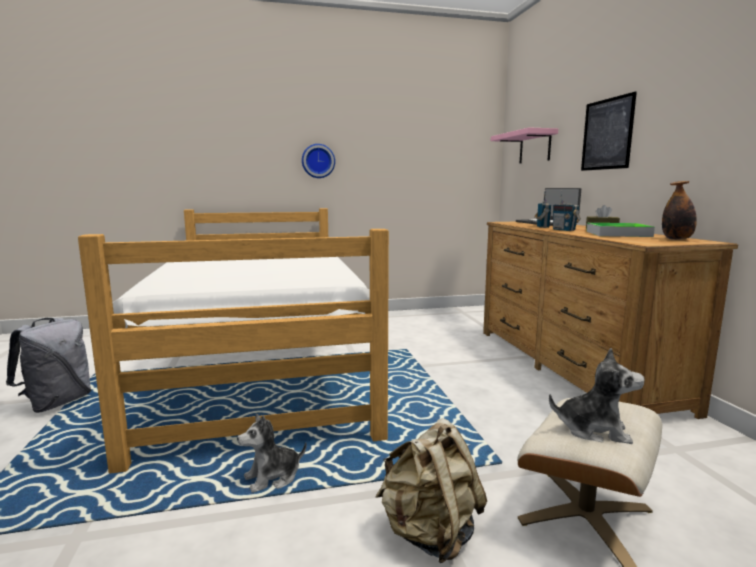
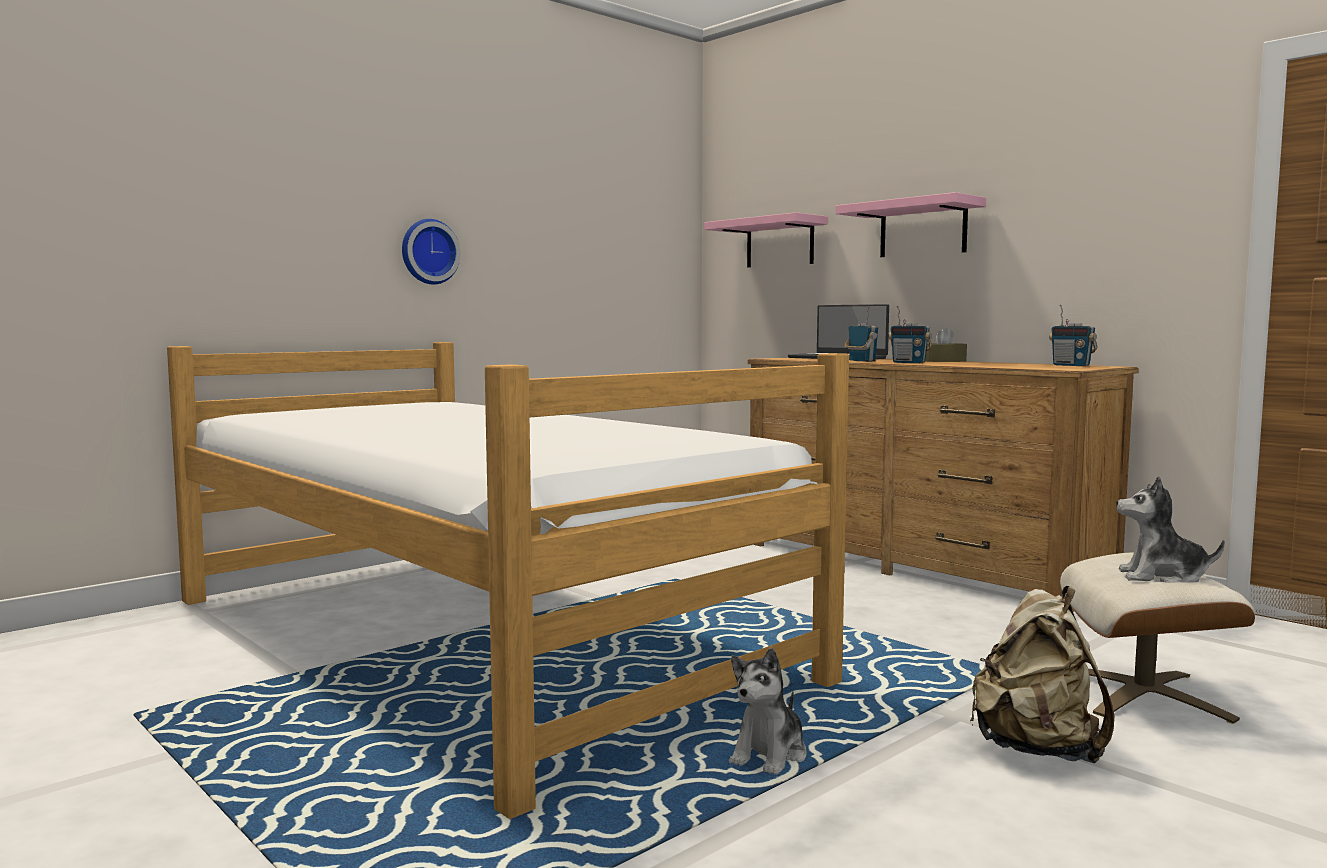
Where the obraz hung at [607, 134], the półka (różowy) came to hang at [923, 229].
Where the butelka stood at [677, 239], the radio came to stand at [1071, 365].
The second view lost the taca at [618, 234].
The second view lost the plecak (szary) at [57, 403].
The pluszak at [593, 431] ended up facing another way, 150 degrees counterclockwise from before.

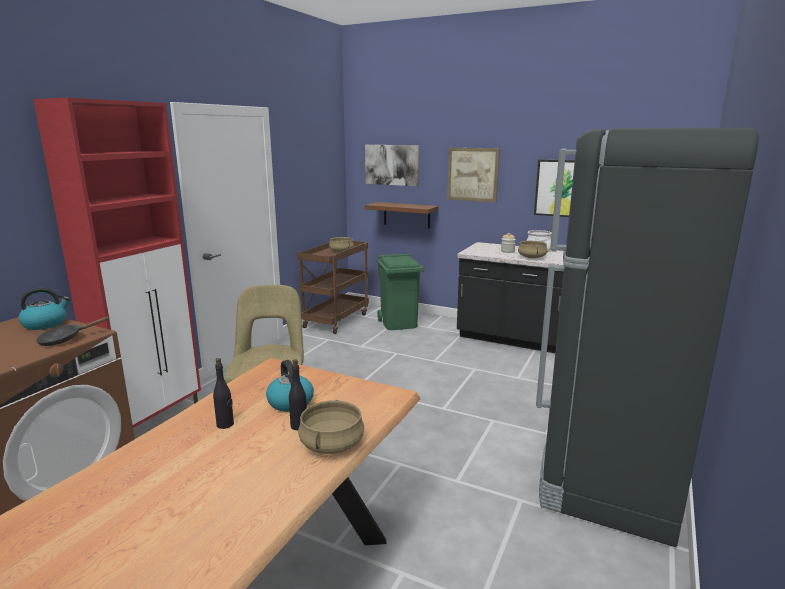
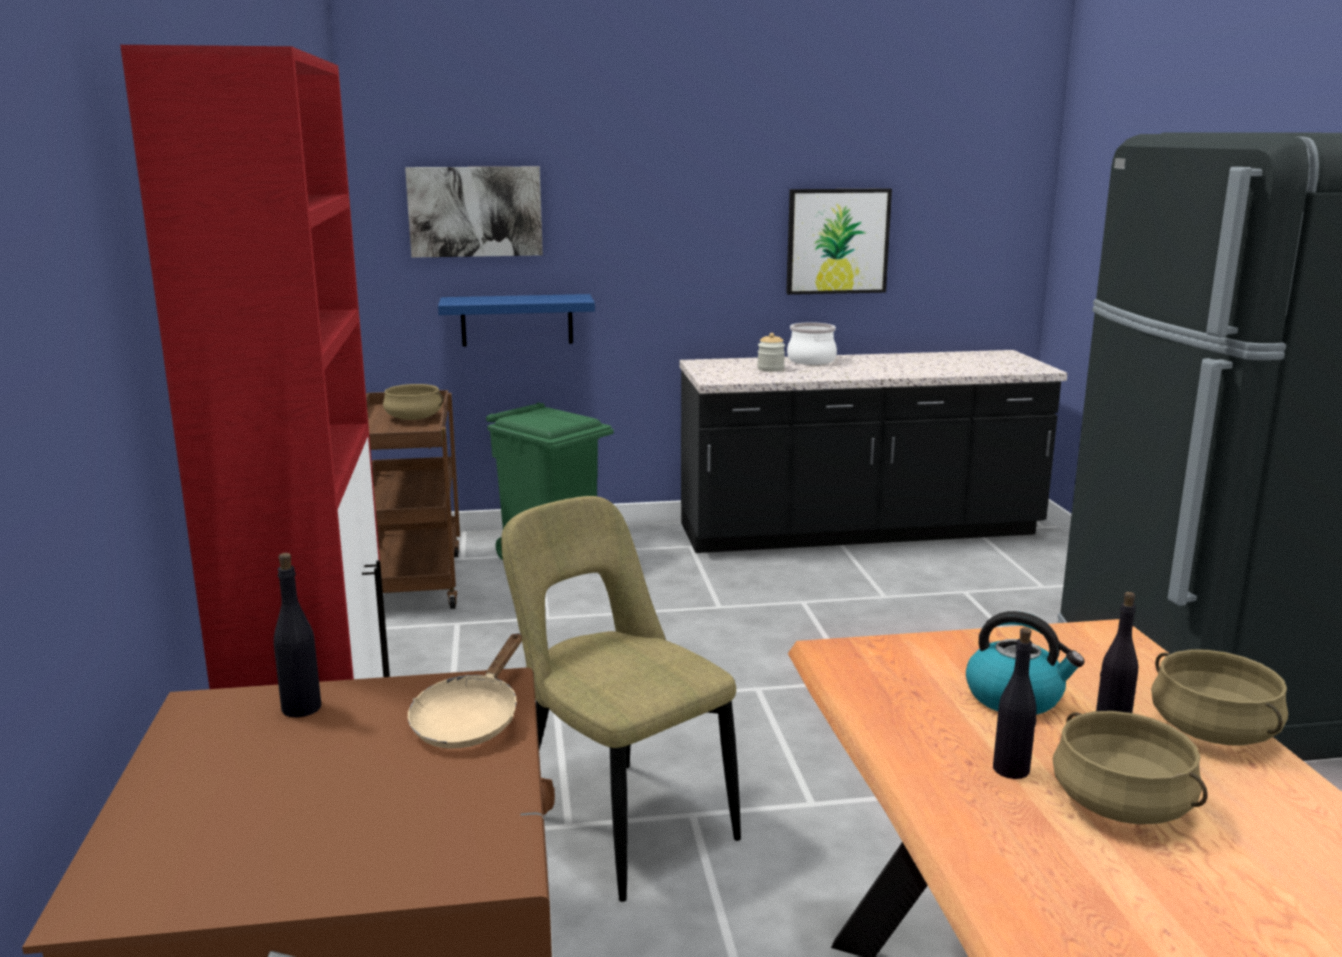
The second view lost the obraz at [472, 174].
What was the półka (brązowy) at [406, 215] turned into the półka (niebieski) at [517, 320].
The garnek (beżowy) ended up elsewhere, having gone from [532, 257] to [1122, 804].
Where the czajnik stood at [45, 324], the butelka (czarny) came to stand at [302, 708].
What was the patelnia (czarny) at [65, 339] turned into the patelnia (beżowy) at [470, 720].

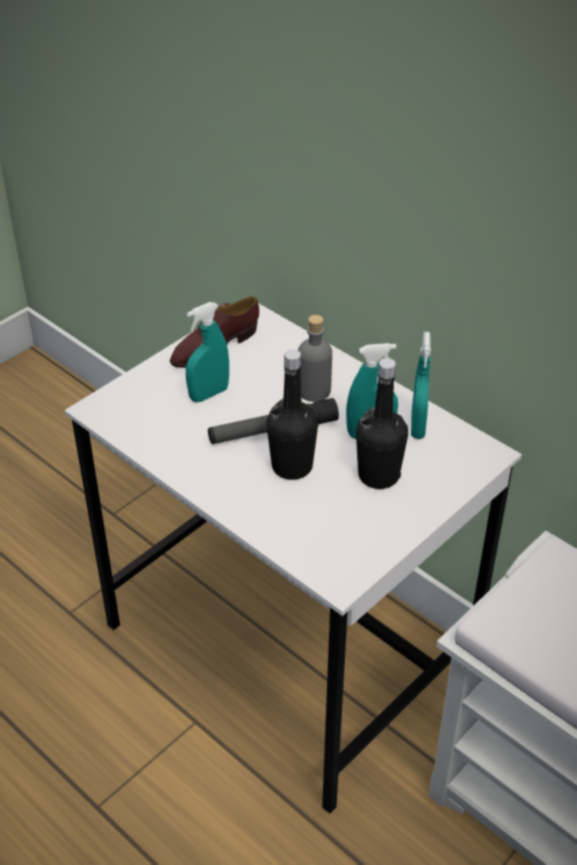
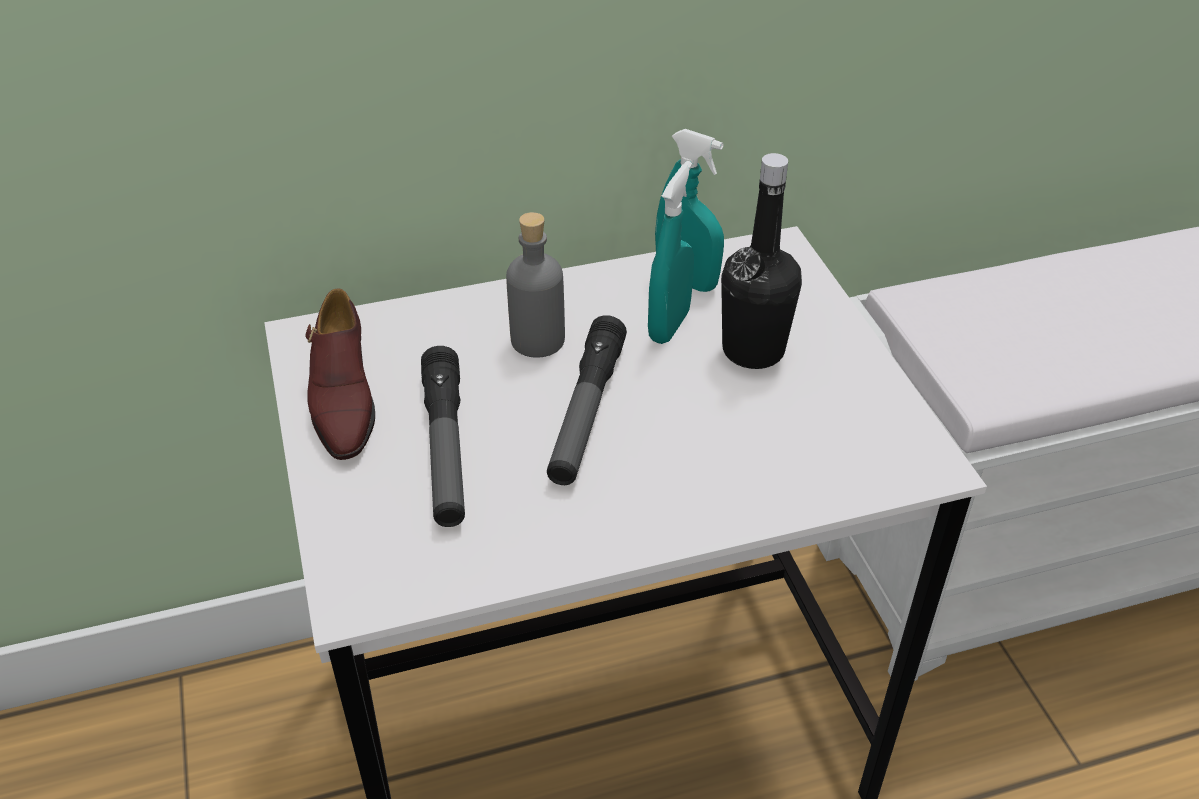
Where the spryskiwacz (turkusowy) stood at [209, 394], the latarka came to stand at [445, 447].
The second view lost the butelka (czarny) at [292, 466].

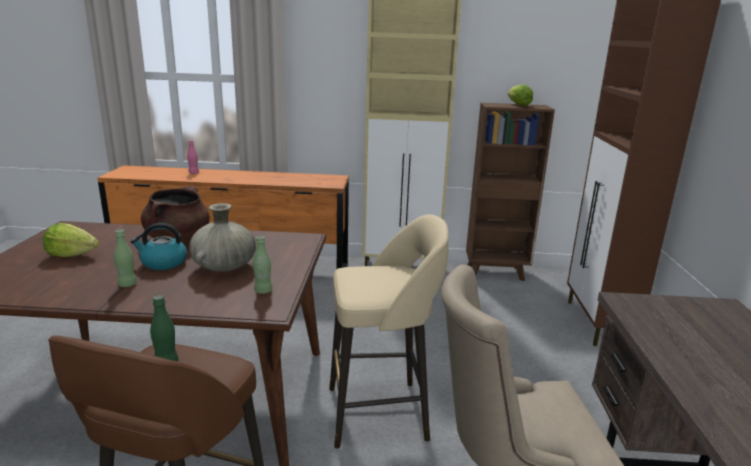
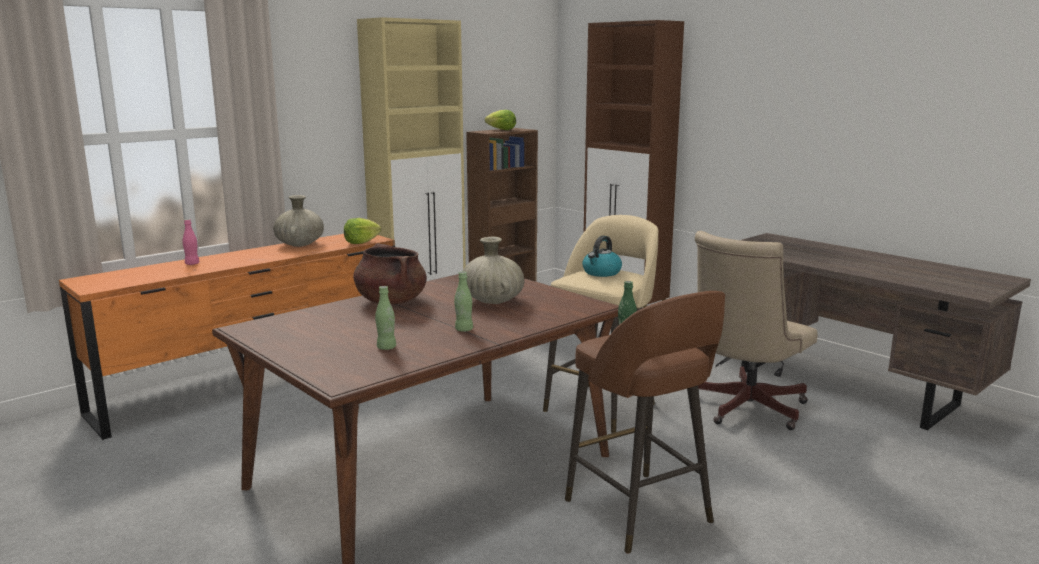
The sałata ended up elsewhere, having gone from [72, 255] to [361, 242].
The czajnik ended up elsewhere, having gone from [163, 263] to [601, 273].
The butelka (zielony) ended up elsewhere, having gone from [263, 291] to [386, 348].
The second view gained the wazon (beżowy) at [300, 244].

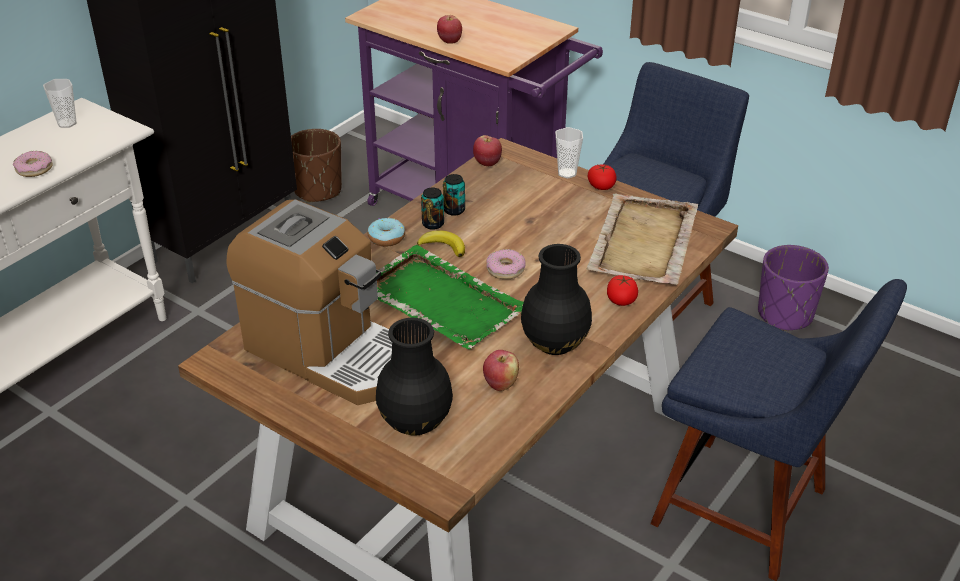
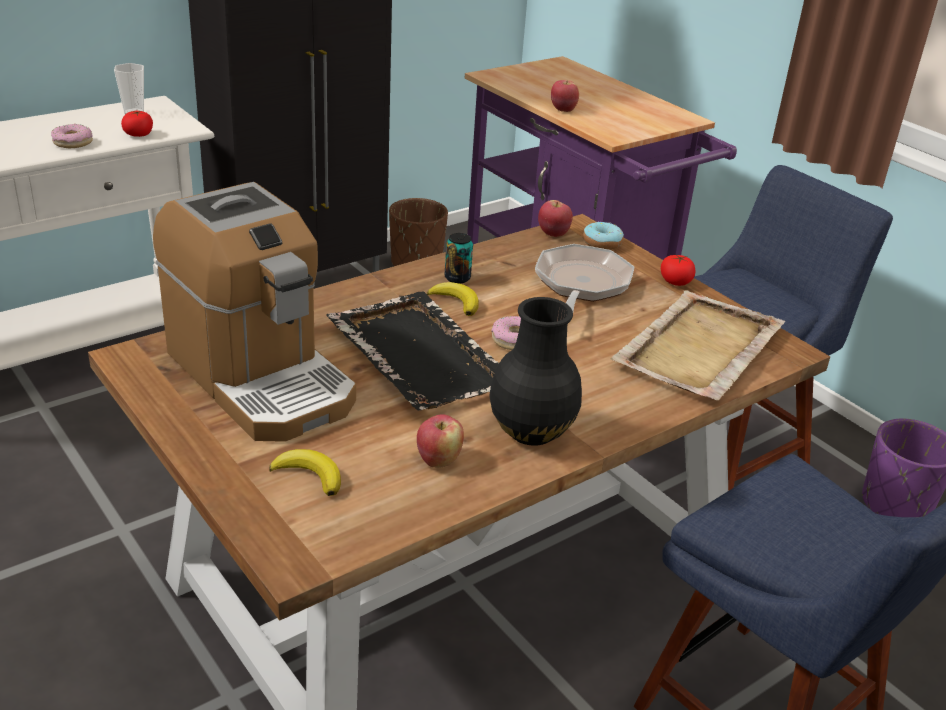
The second view lost the filiżanka at [567, 173].
The second view lost the puszka at [454, 210].
The donut ended up elsewhere, having gone from [386, 238] to [602, 243].
What was the taca (zielony) at [440, 300] turned into the taca (czarny) at [419, 354].
The pomidor ended up elsewhere, having gone from [621, 300] to [138, 134].
Where the wazon (czarny) stood at [414, 421], the banan came to stand at [309, 475].
The second view gained the patelnia at [581, 286].

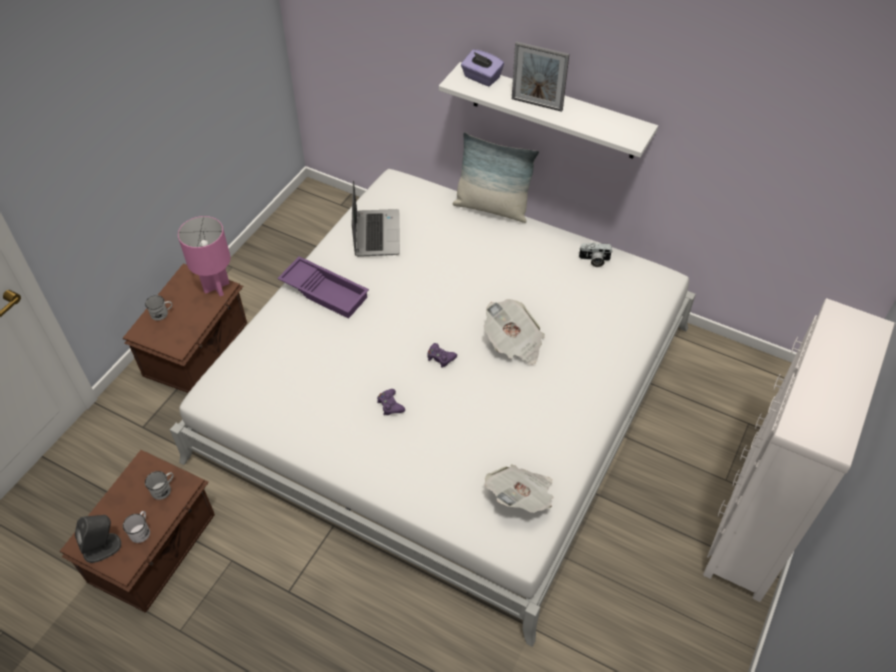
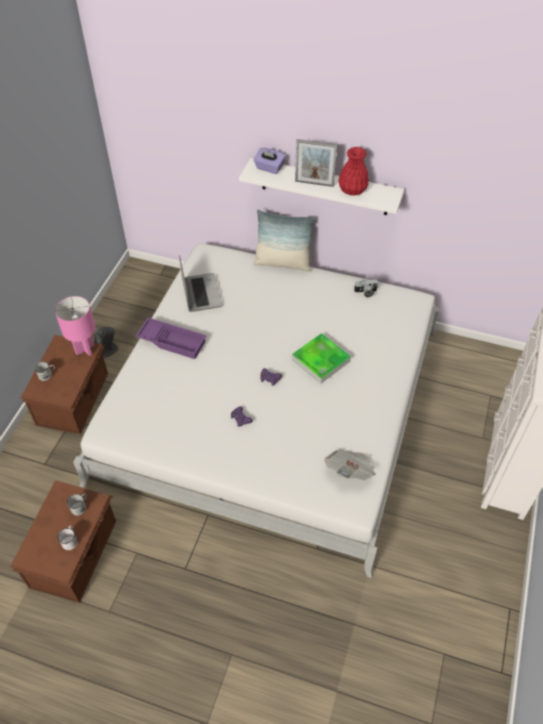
Where the gazeta stood at [514, 343], the taca came to stand at [321, 360].
The głośnik (szary) ended up elsewhere, having gone from [102, 547] to [108, 350].
The second view gained the wazon (czerwony) at [352, 190].

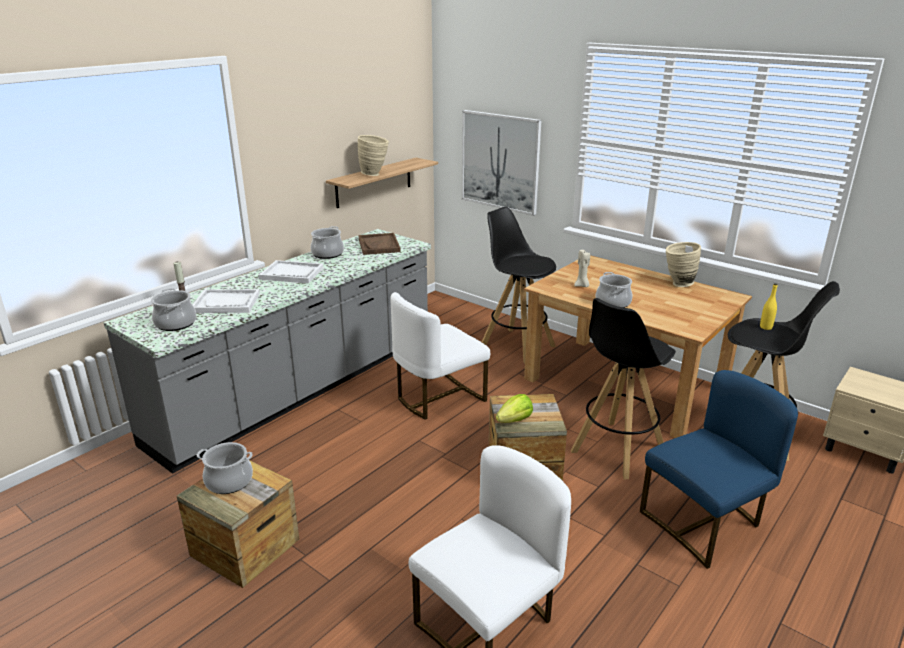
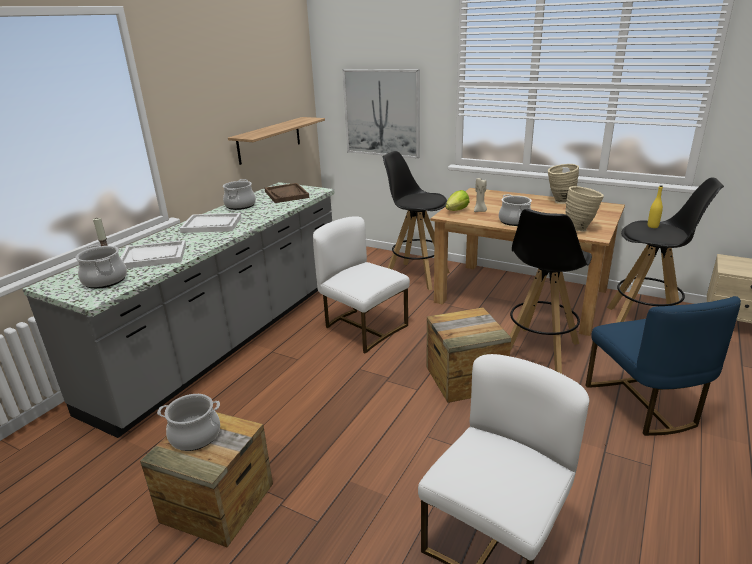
The wazon (beżowy) ended up elsewhere, having gone from [375, 174] to [580, 229].
The krzesło (biały) at [438, 397] ended up facing another way, 90 degrees clockwise from before.
The krzesło (niebieski) at [704, 523] ended up facing another way, 120 degrees clockwise from before.
The sałata ended up elsewhere, having gone from [515, 420] to [457, 210].

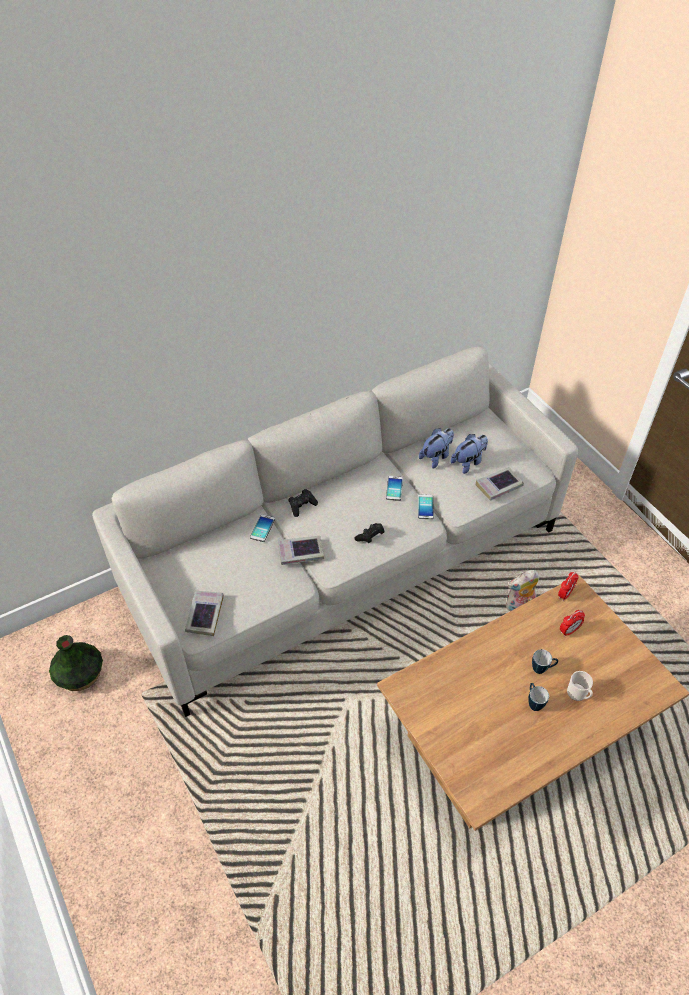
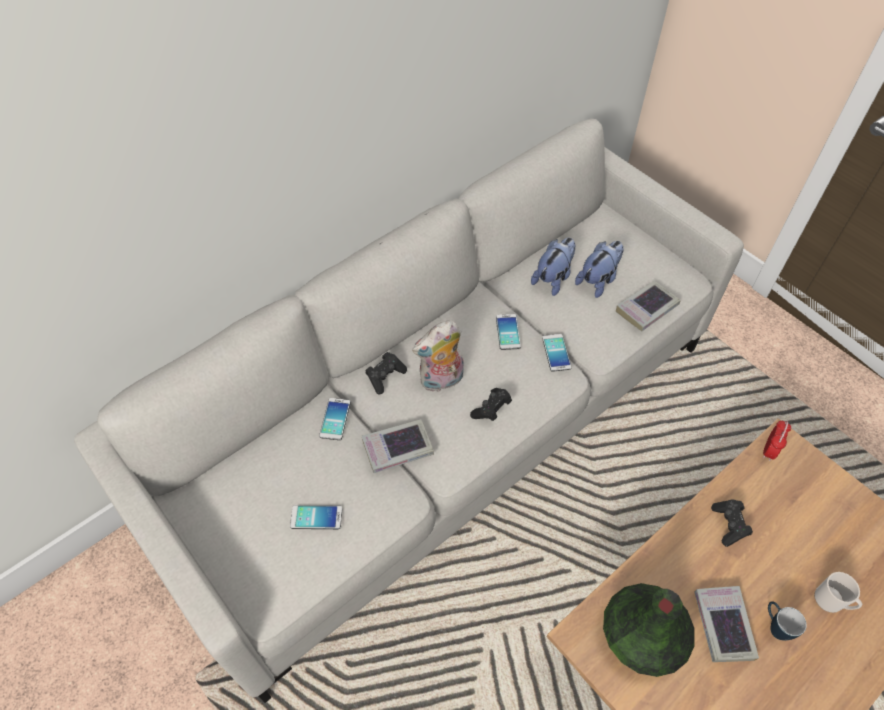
The pluszak ended up elsewhere, having gone from [519, 607] to [441, 381].
The książka ended up elsewhere, having gone from [205, 615] to [723, 625].
The second view lost the budzik at [569, 631].
The wazon ended up elsewhere, having gone from [79, 675] to [641, 638].
The second view lost the kubek at [542, 669].
The second view gained the pad do gier (czarny) at [729, 525].
The second view gained the telefon at [316, 517].

